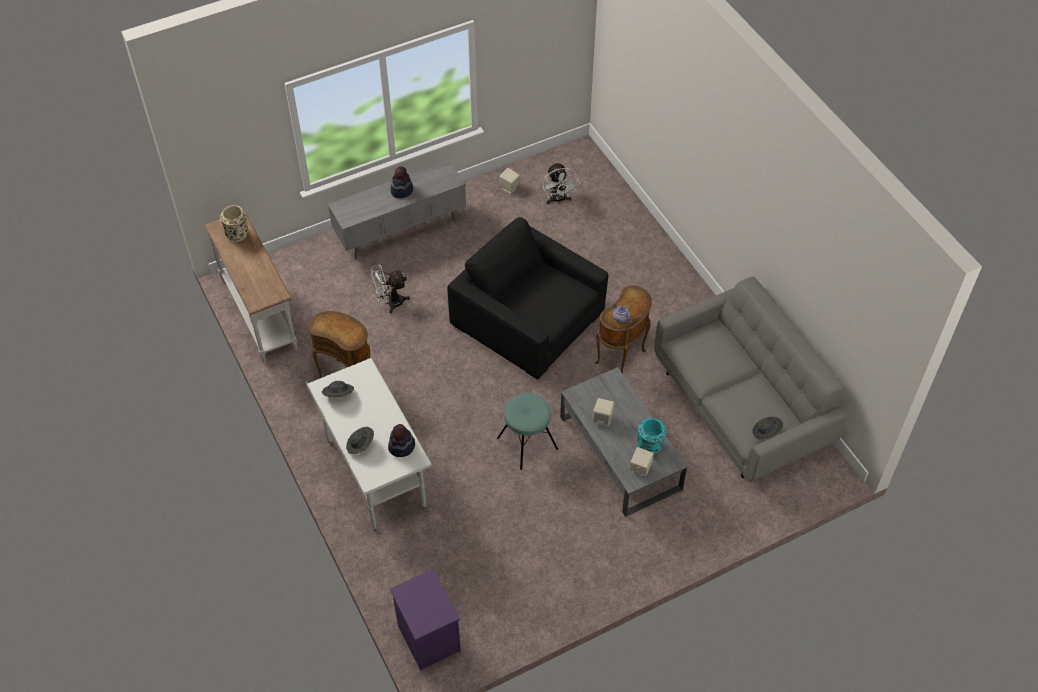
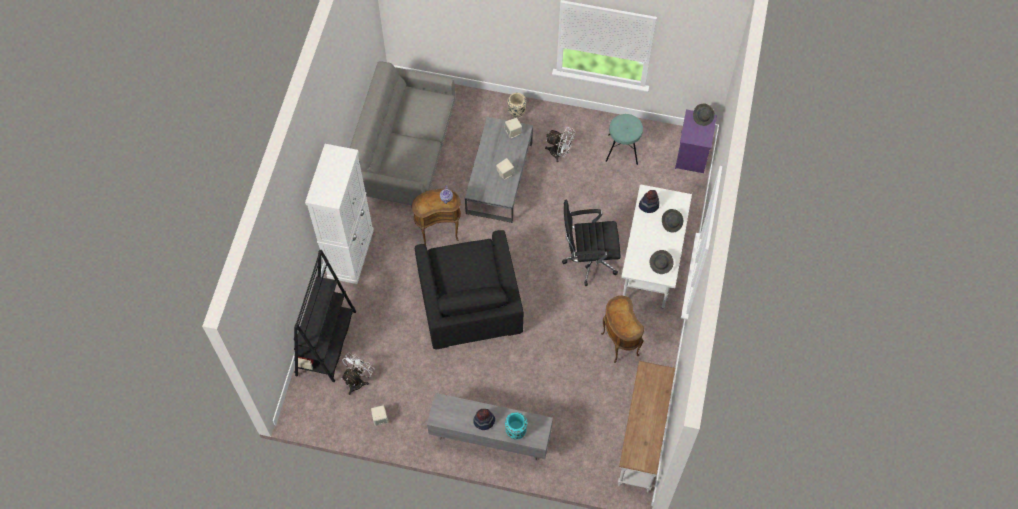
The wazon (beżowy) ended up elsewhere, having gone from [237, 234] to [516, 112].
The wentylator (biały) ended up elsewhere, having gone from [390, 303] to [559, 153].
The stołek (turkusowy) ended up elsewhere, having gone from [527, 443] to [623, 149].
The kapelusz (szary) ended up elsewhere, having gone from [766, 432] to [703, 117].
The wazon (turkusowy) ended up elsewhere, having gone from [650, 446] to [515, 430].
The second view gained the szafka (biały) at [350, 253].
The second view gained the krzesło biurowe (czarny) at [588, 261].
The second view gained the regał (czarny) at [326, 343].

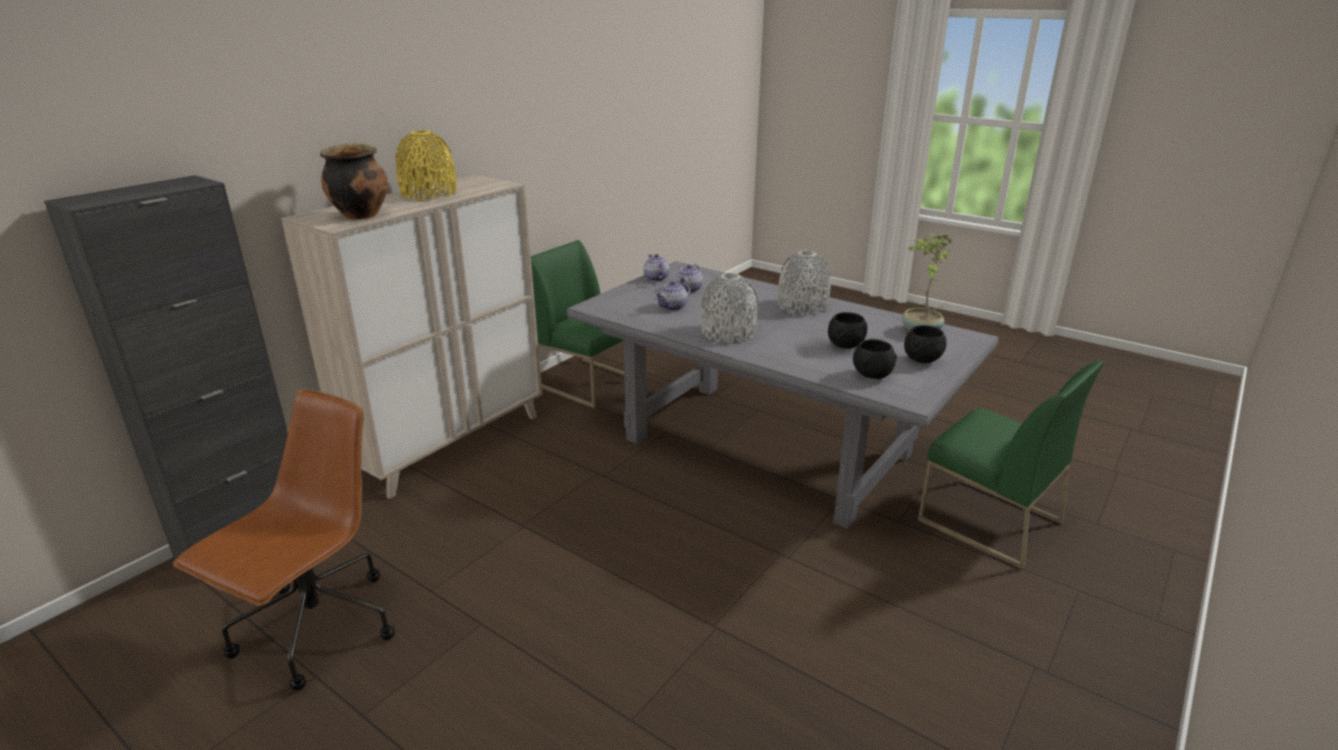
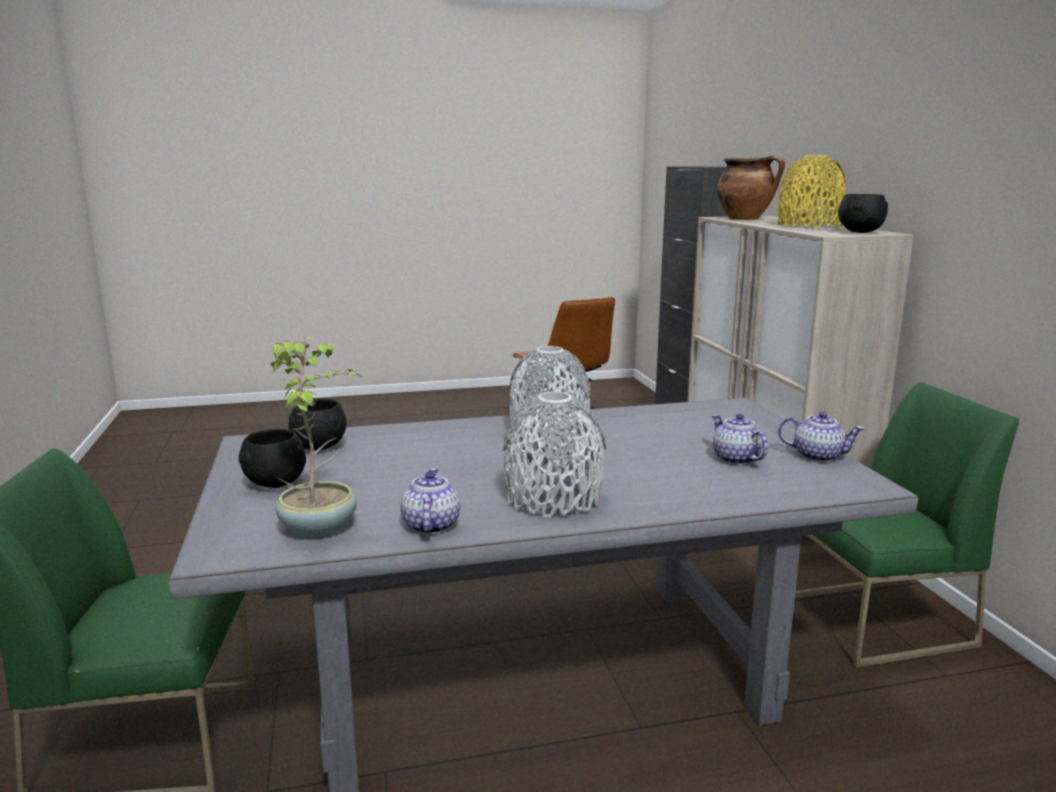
The imbryk ended up elsewhere, having gone from [673, 307] to [430, 525].
The miska (czarny) ended up elsewhere, having gone from [846, 346] to [859, 232].

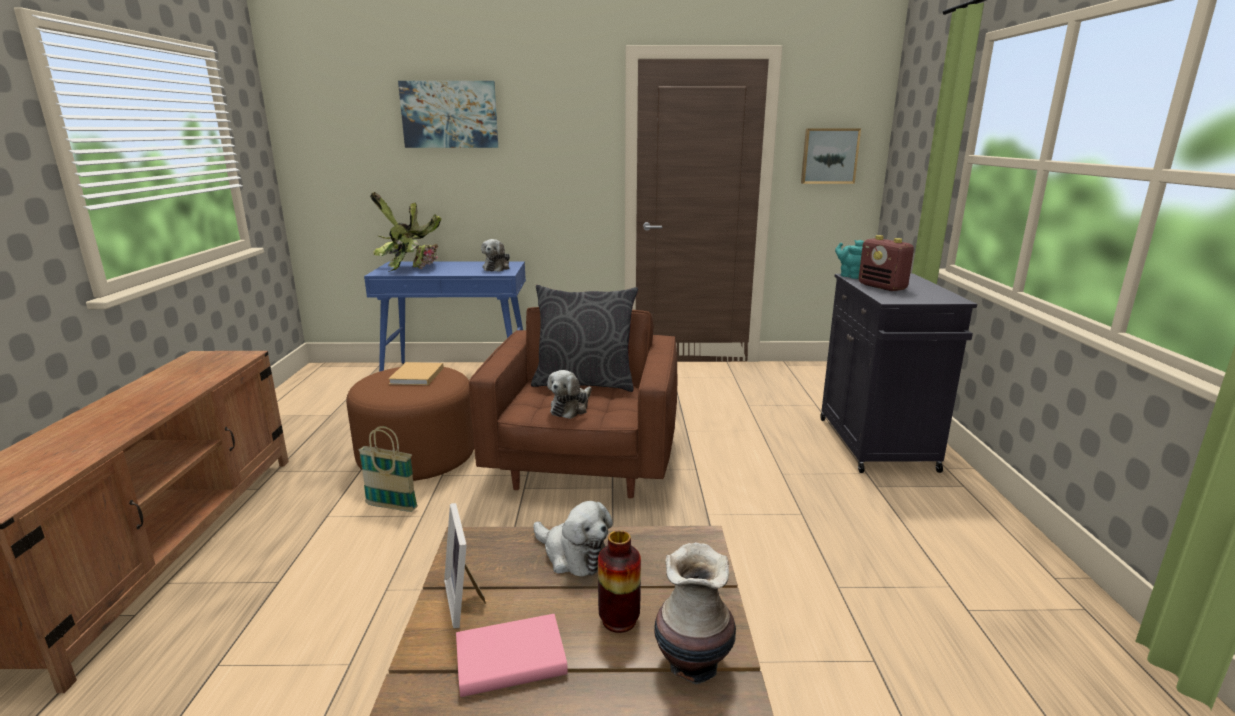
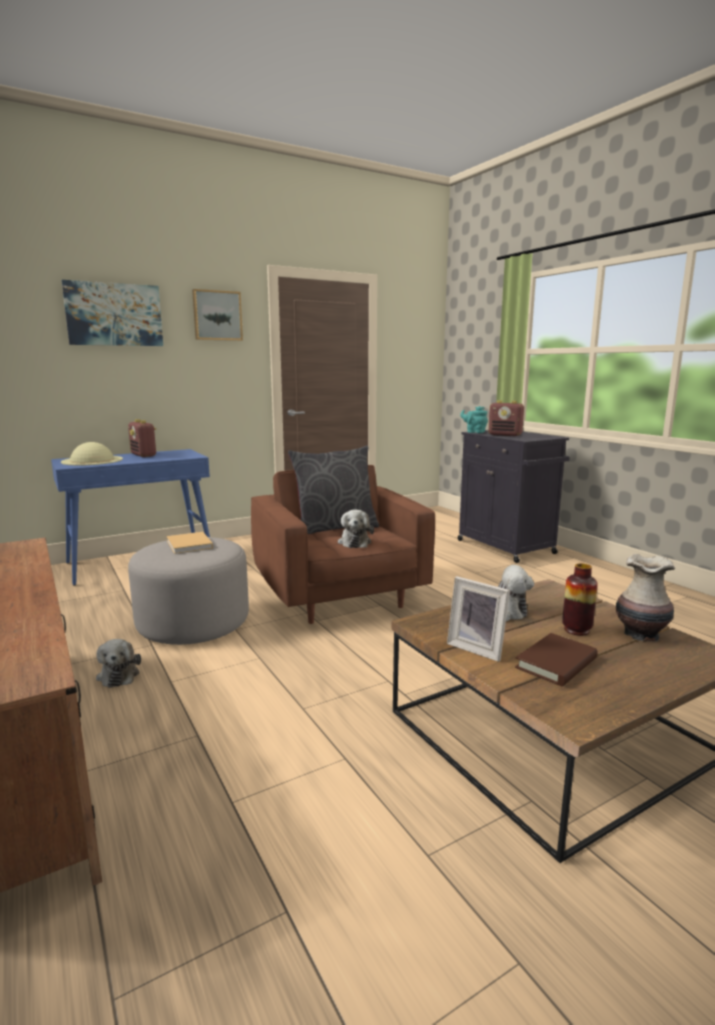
The obraz ended up elsewhere, having gone from [829, 156] to [217, 315].
Where the roślina doniczkowa stood at [412, 267], the kapelusz (beżowy) came to stand at [92, 460].
The pluszak ended up elsewhere, having gone from [497, 268] to [119, 674].
What was the pufa (brązowy) at [417, 457] turned into the pufa (szary) at [193, 623].
The second view lost the koszyk at [391, 507].
What was the książka (różowy) at [510, 660] turned into the książka (brązowy) at [556, 663].
The second view gained the radio at [144, 455].

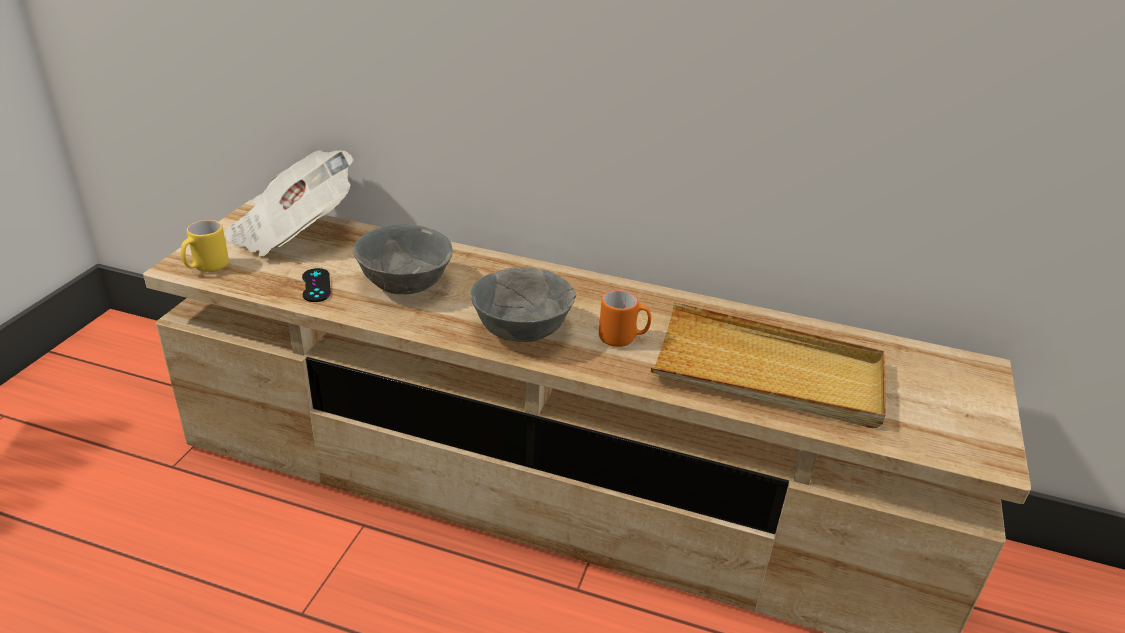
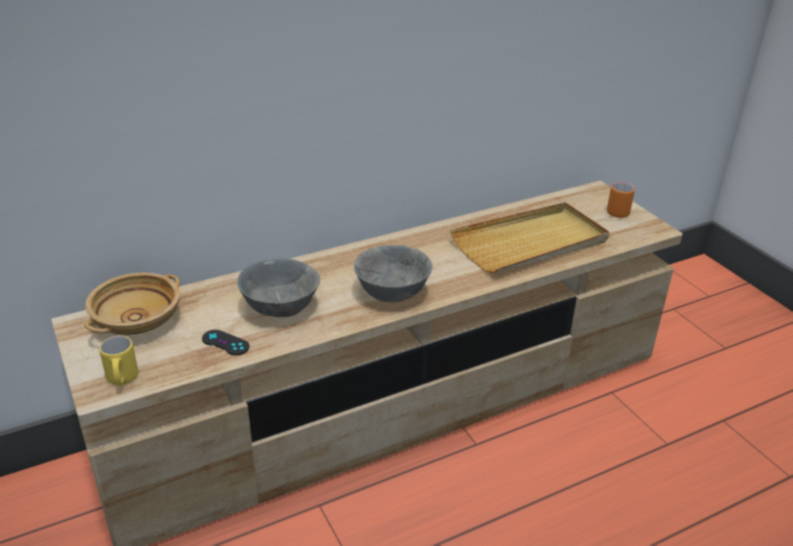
Where the gazeta stood at [292, 232], the miska (beżowy) came to stand at [137, 321].
The kubek (pomarańczowy) ended up elsewhere, having gone from [623, 338] to [620, 211].

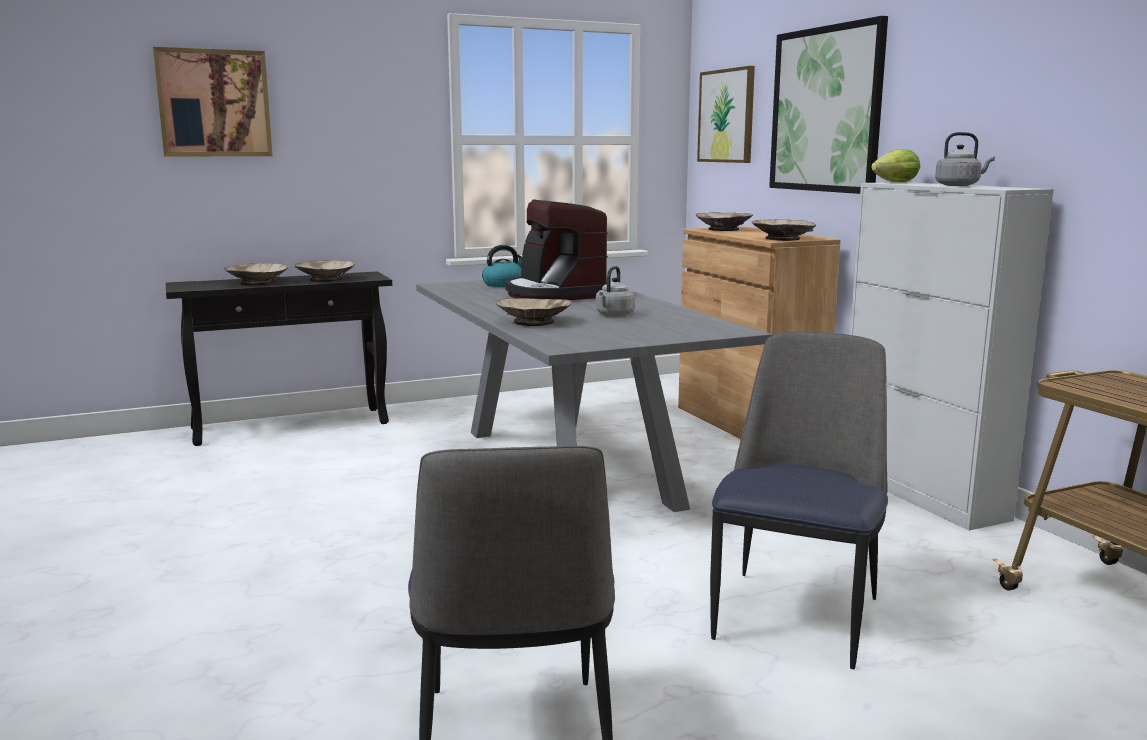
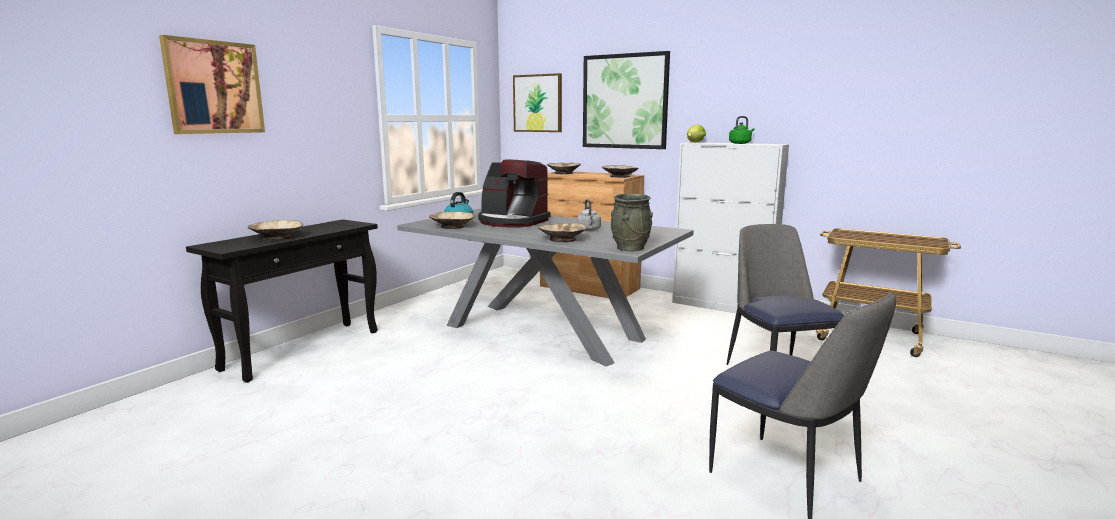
What was the czajnik (szary) at [959, 185] turned into the czajnik (zielony) at [740, 143].
The miska (beżowy) ended up elsewhere, having gone from [325, 279] to [452, 226].
The second view gained the wazon (szary) at [630, 248].

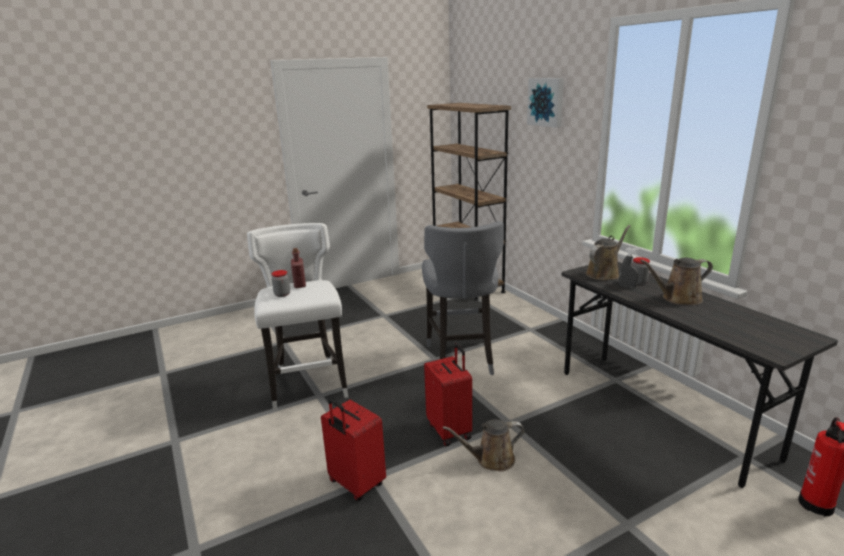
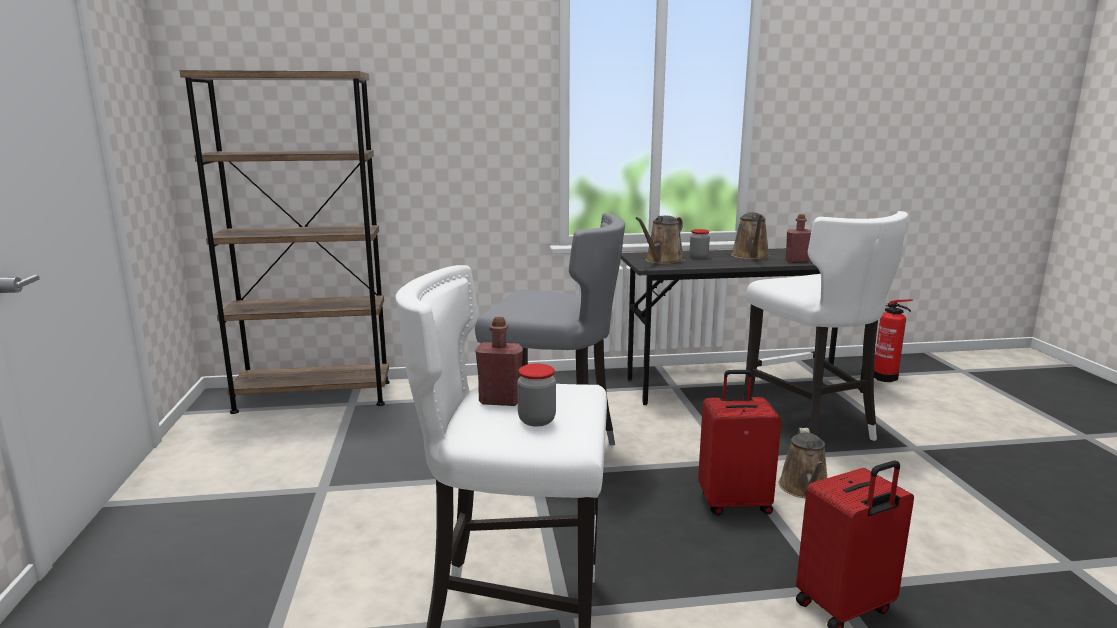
The second view lost the obraz at [546, 102].
The konewka (brązowy) at [604, 273] ended up facing another way, 120 degrees counterclockwise from before.
The second view lost the spryskiwacz (szary) at [627, 286].
The second view gained the stołek (biały) at [810, 426].
The second view gained the butelka (czerwony) at [797, 261].

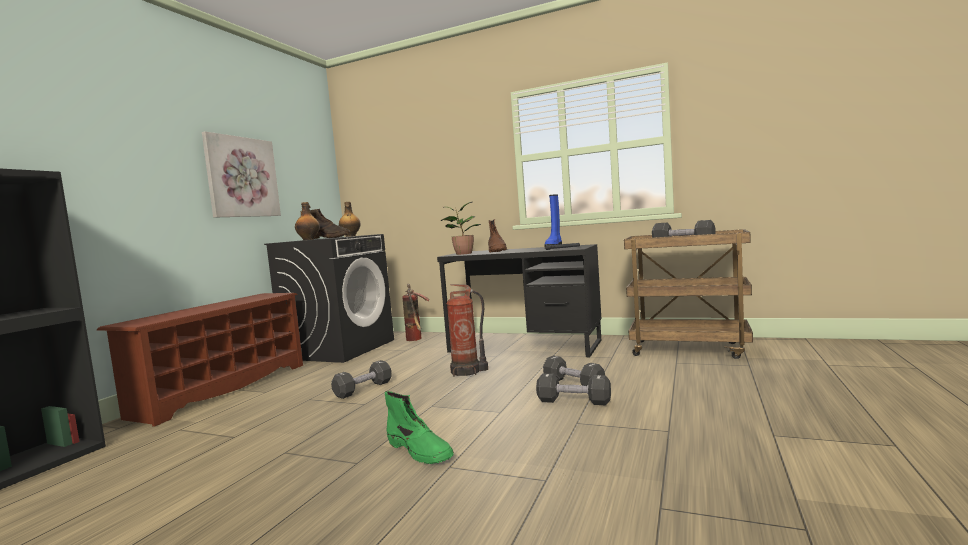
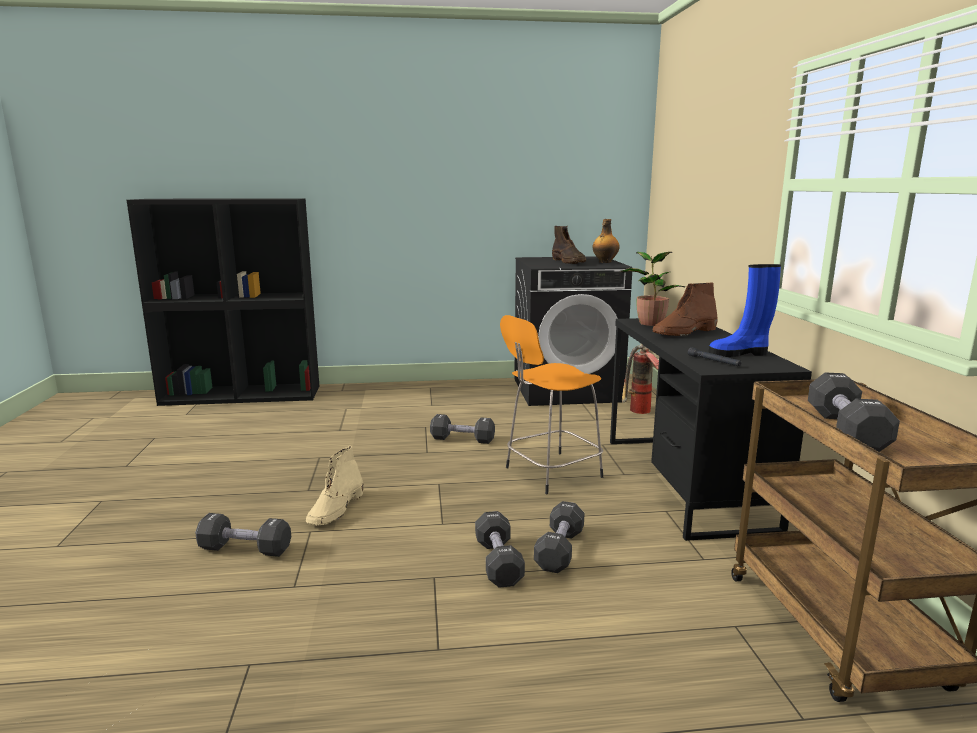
The second view lost the obraz at [242, 177].
The second view lost the butelka at [309, 239].
Where the gaśnica stood at [467, 372], the stołek (pomarańczowy) came to stand at [550, 473].
The second view lost the regał na buty (brązowy) at [222, 389].
What was the but z cholewką (zielony) at [420, 451] turned into the but z cholewką (beżowy) at [336, 509].
The second view gained the hantel (czarny) at [245, 549].

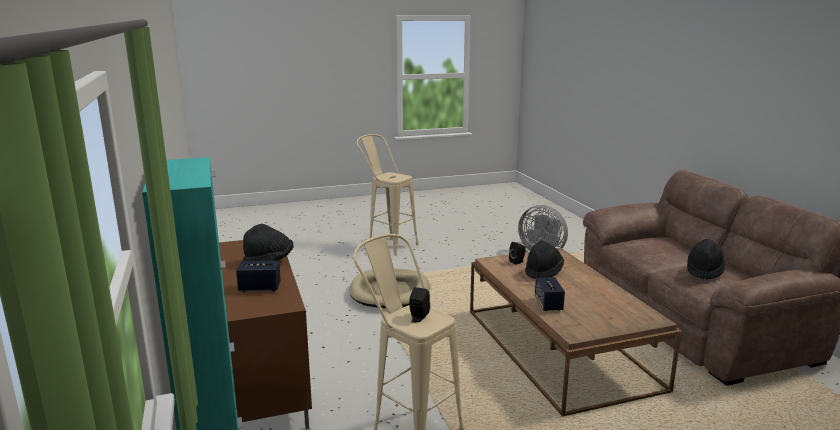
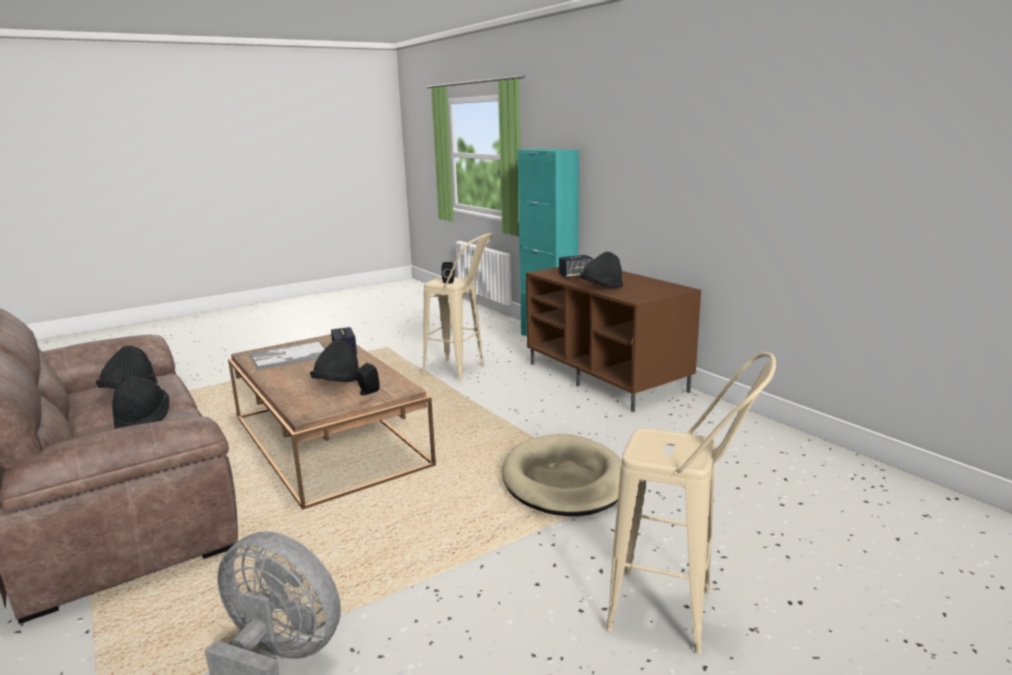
The second view gained the taca at [289, 356].
The second view gained the kapelusz (czarny) at [143, 420].

